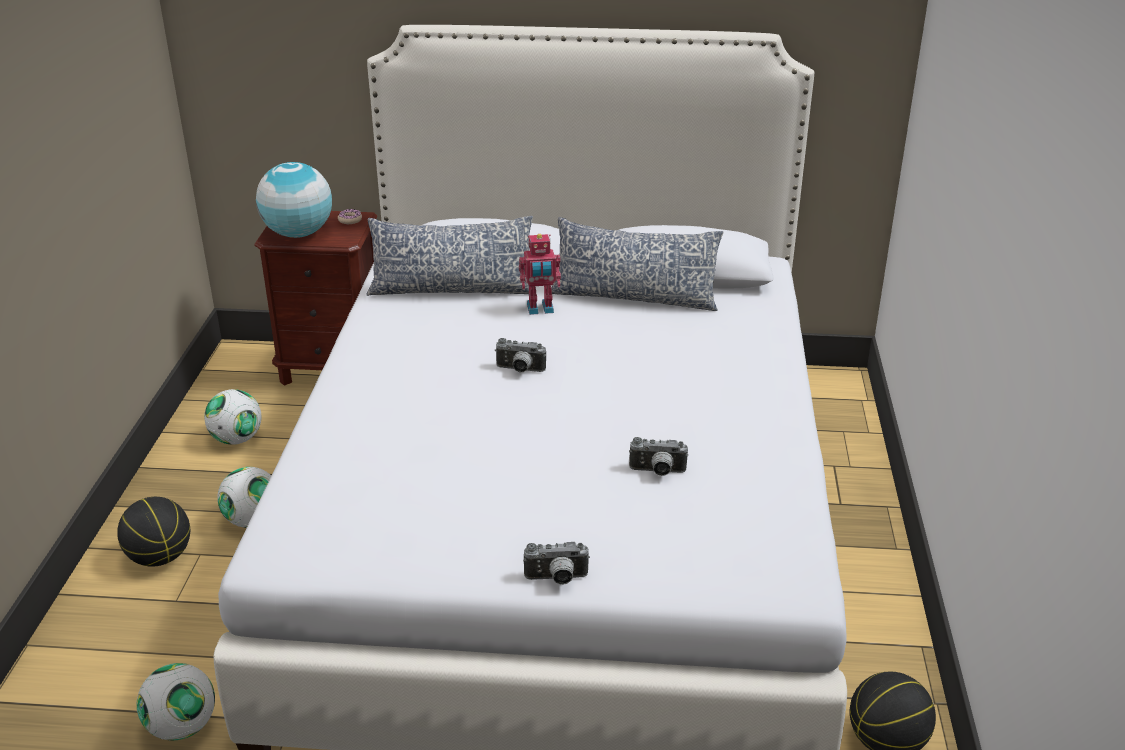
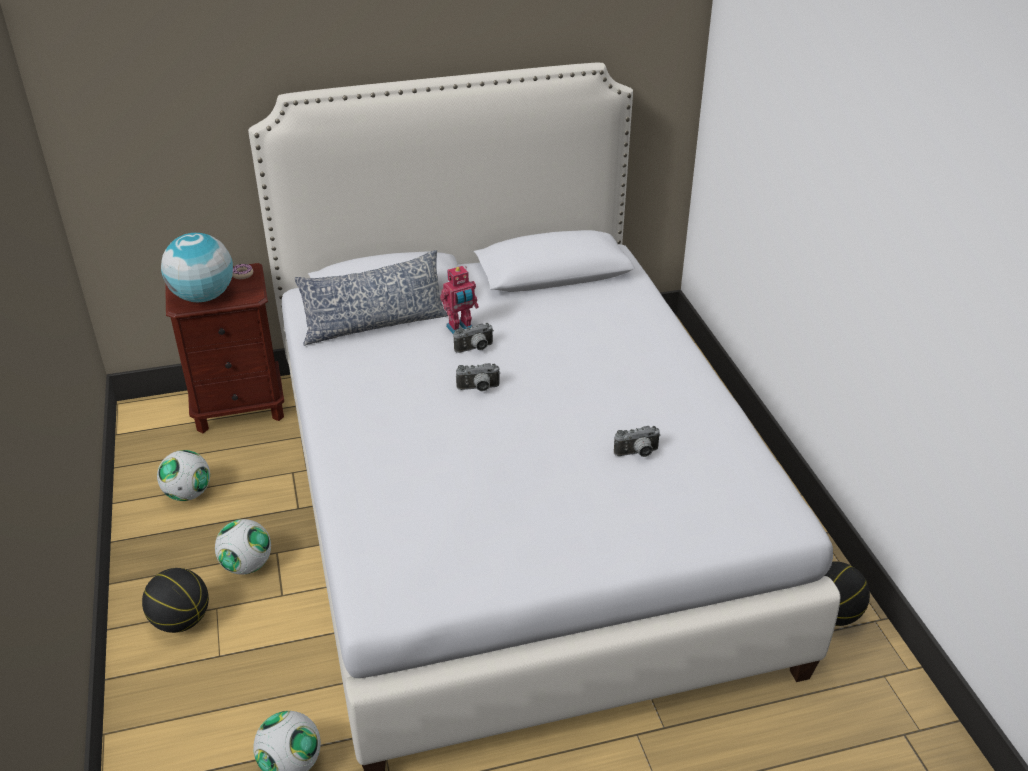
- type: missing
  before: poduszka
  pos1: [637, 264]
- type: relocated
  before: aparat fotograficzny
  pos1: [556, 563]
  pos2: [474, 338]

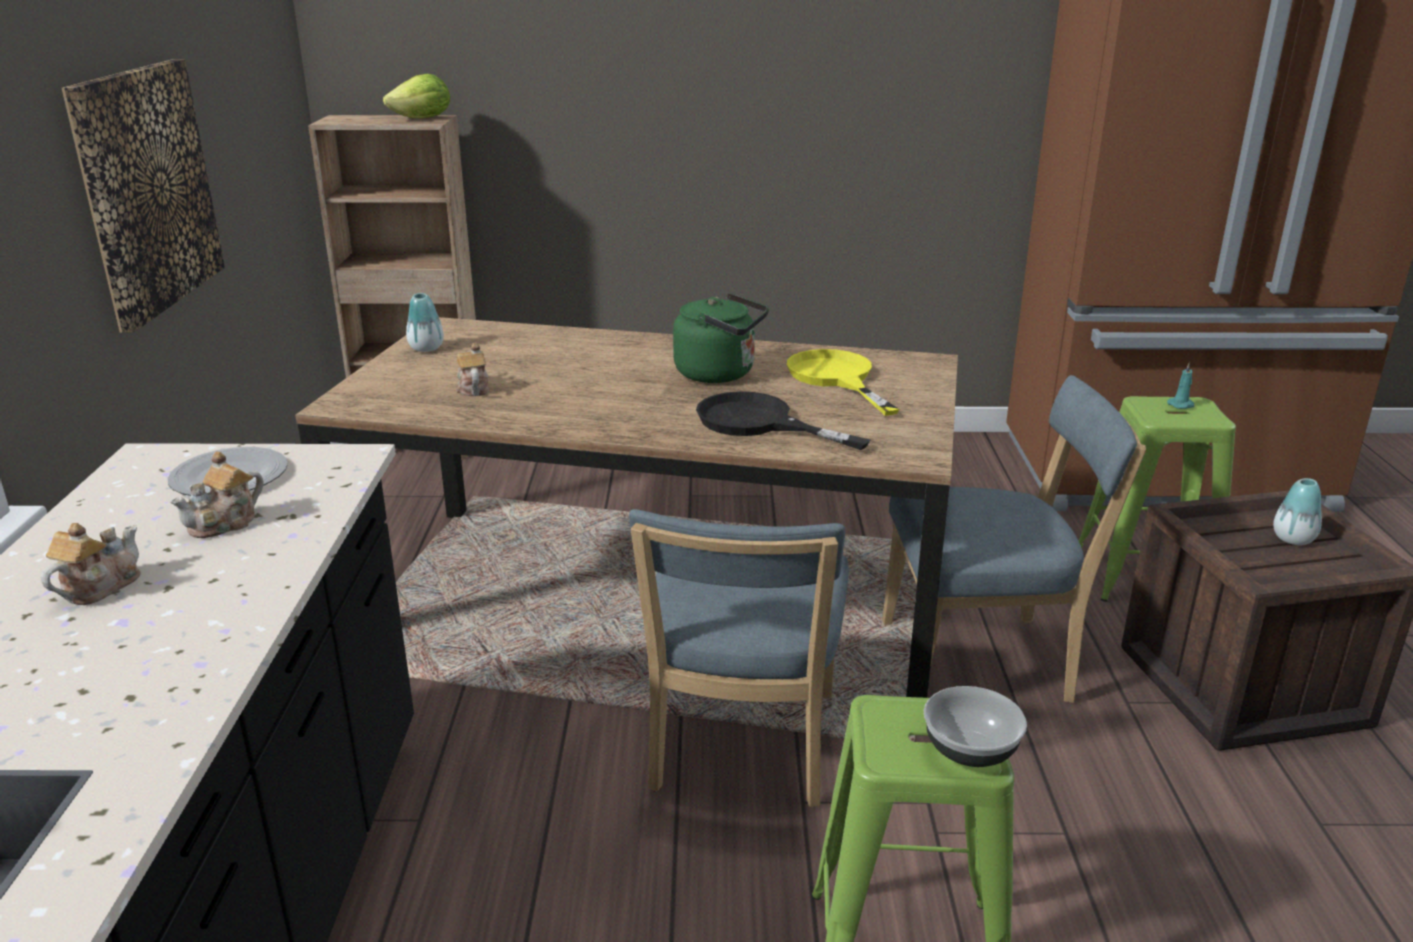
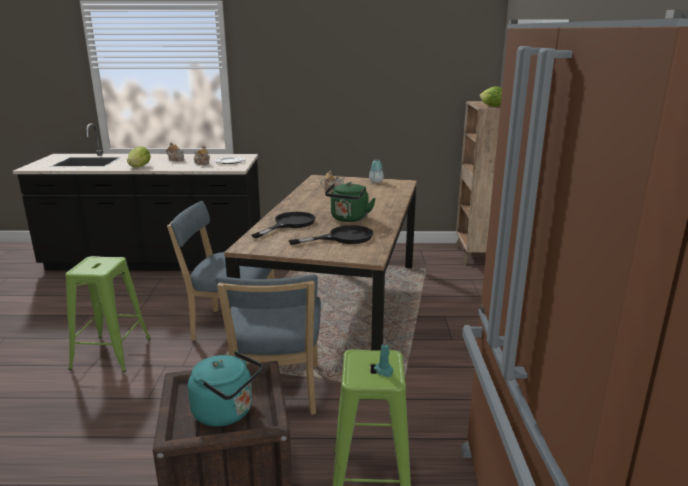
- type: missing
  before: obraz
  pos1: [143, 196]
- type: missing
  before: miska
  pos1: [975, 726]
- type: appeared
  after: sałata
  pos2: [139, 156]
- type: exchanged
  before: wazon
  after: czajnik (turkusowy)
  pos1: [1297, 511]
  pos2: [225, 389]
- type: colour
  before: patelnia (żółty)
  after: patelnia (czarny)
  pos1: [843, 382]
  pos2: [331, 235]

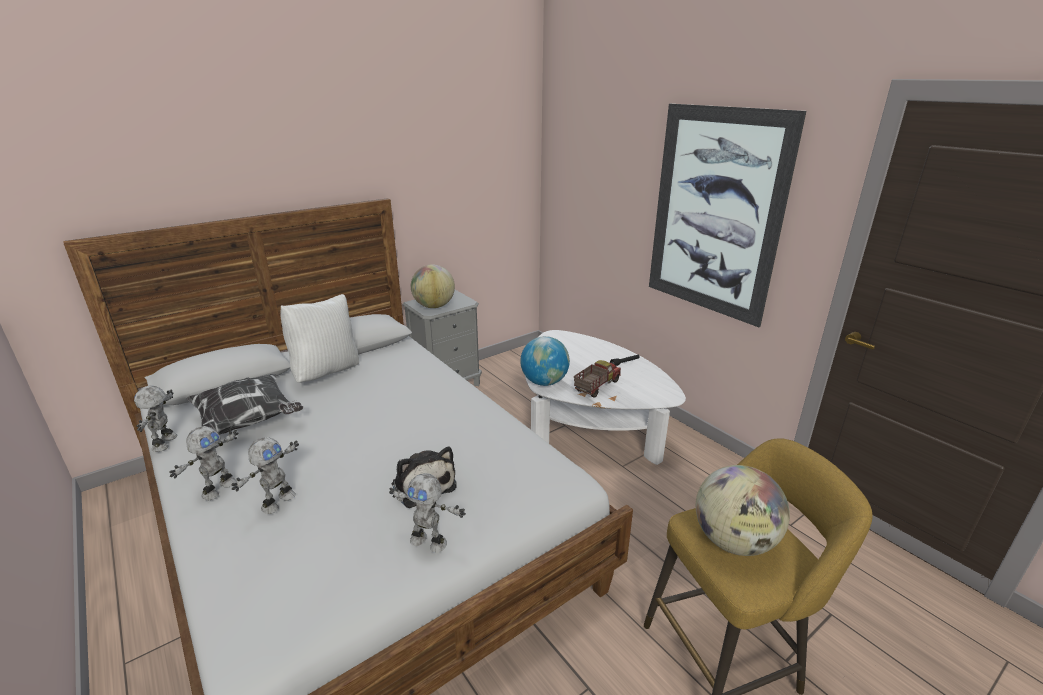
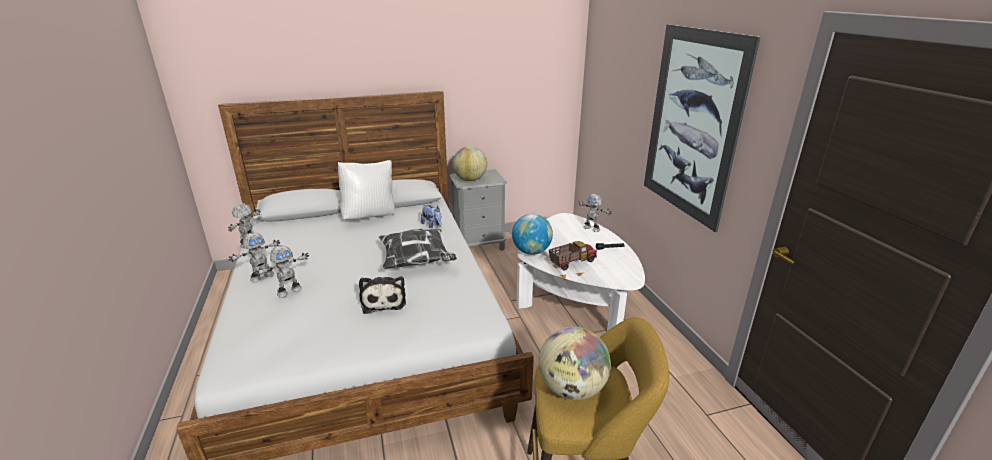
- type: appeared
  after: pluszak
  pos2: [431, 216]
- type: relocated
  before: poduszka
  pos1: [244, 404]
  pos2: [418, 249]
- type: relocated
  before: robot zabawkowy
  pos1: [427, 513]
  pos2: [595, 213]

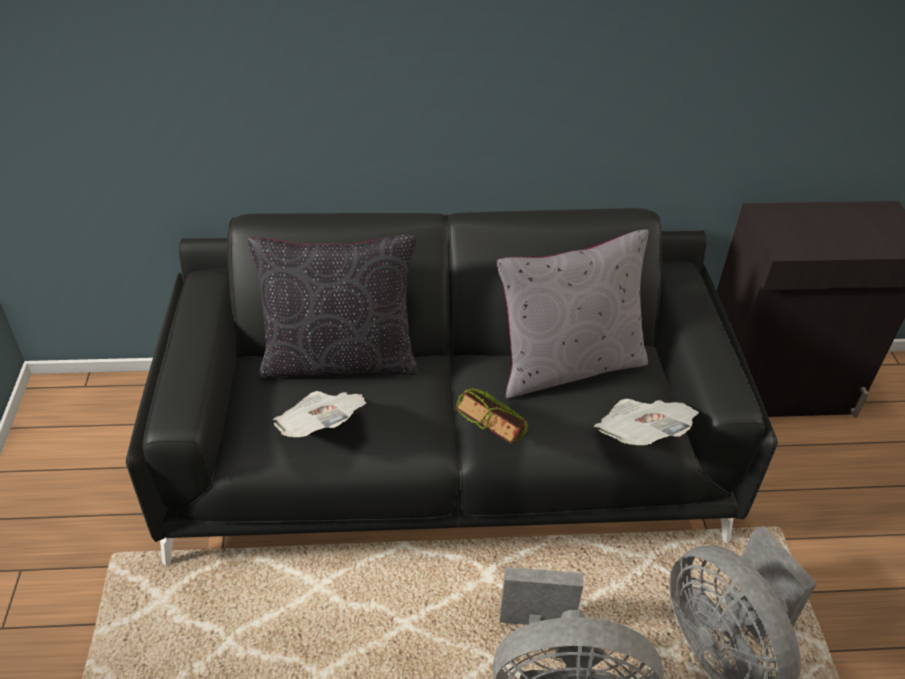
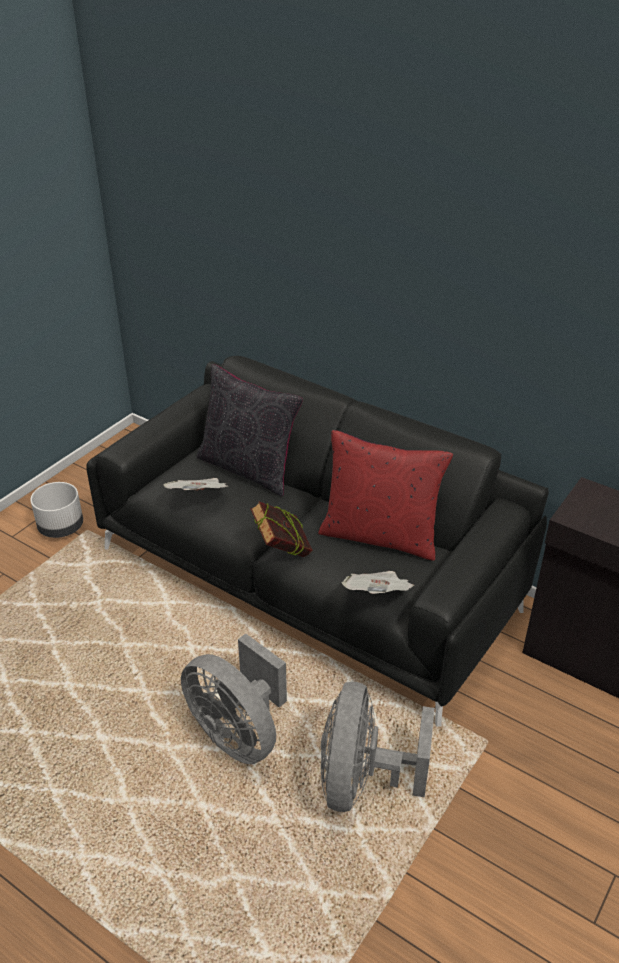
- type: appeared
  after: donica (biały)
  pos2: [56, 510]
- type: colour
  before: poduszka (szary)
  after: poduszka (czerwony)
  pos1: [572, 314]
  pos2: [385, 495]

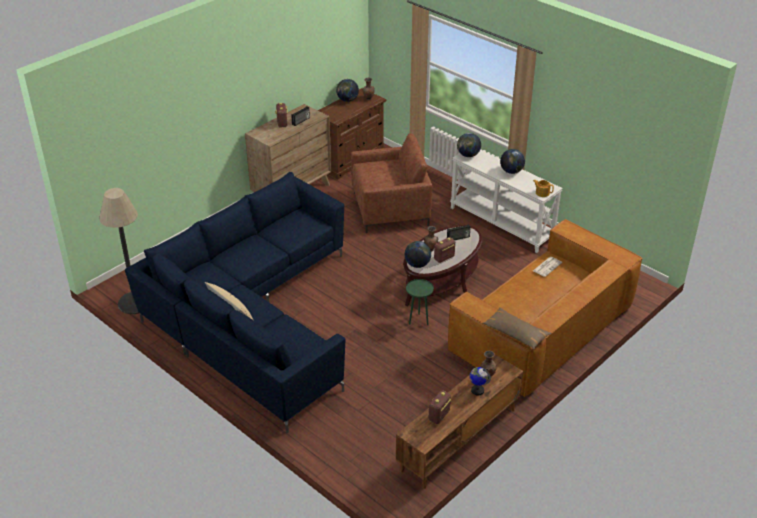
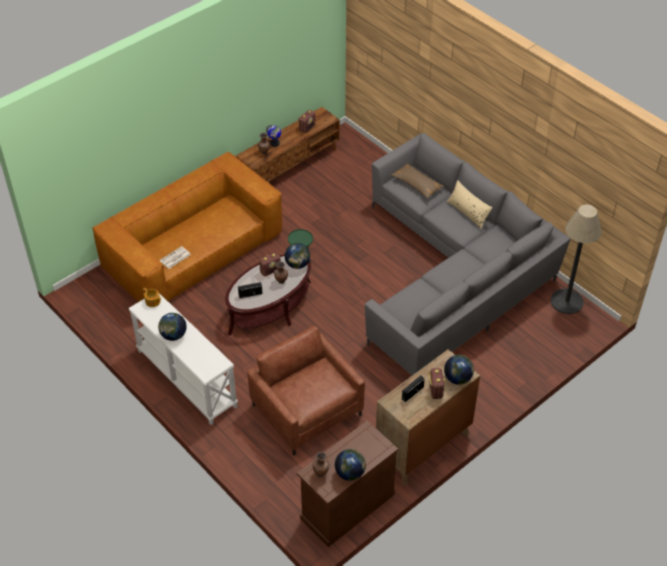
- type: relocated
  before: globus
  pos1: [469, 145]
  pos2: [459, 370]
- type: relocated
  before: poduszka (brązowy)
  pos1: [517, 328]
  pos2: [417, 181]
- type: colour
  before: kanapa (niebieski)
  after: kanapa (szary)
  pos1: [235, 302]
  pos2: [467, 254]
- type: spun
  before: fotel (brązowy)
  pos1: [391, 183]
  pos2: [306, 391]
  turn: 60

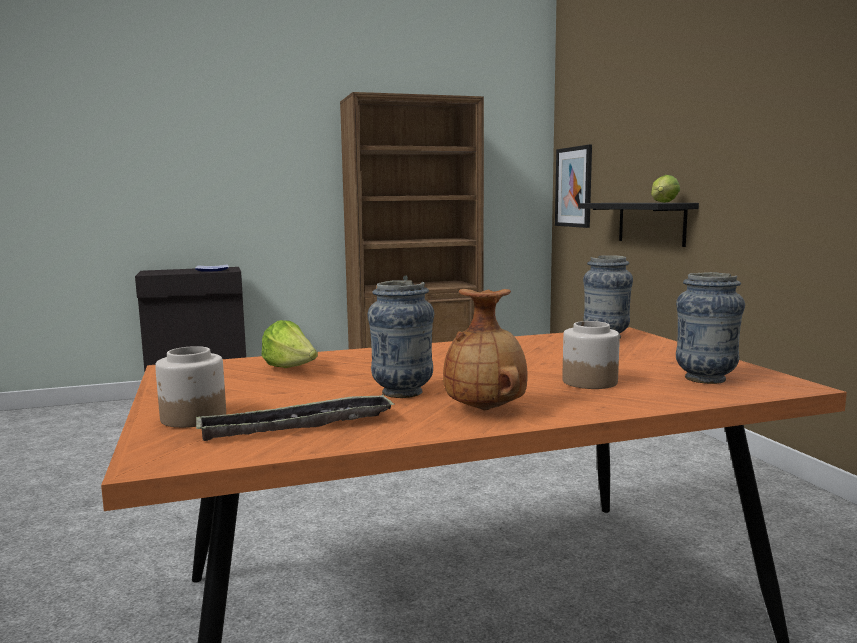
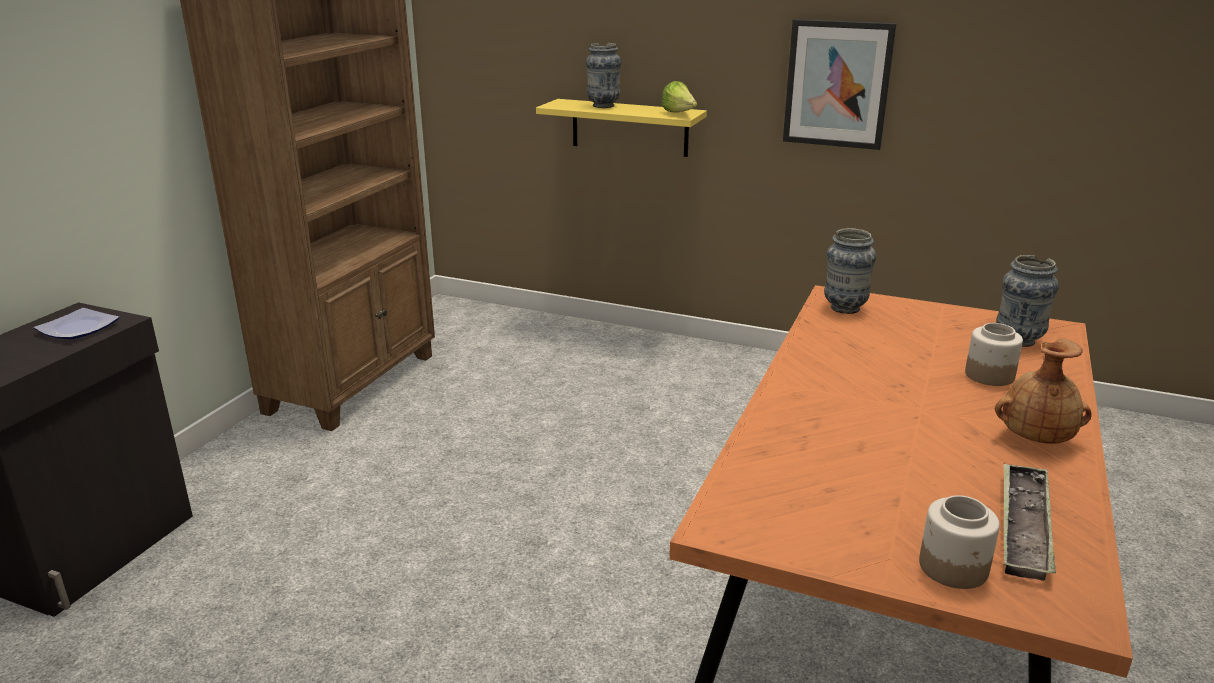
- type: missing
  before: sałata
  pos1: [289, 344]
- type: relocated
  before: wazon
  pos1: [401, 339]
  pos2: [603, 75]
- type: relocated
  before: obraz
  pos1: [573, 186]
  pos2: [840, 84]
- type: colour
  before: półka (czarny)
  after: półka (żółty)
  pos1: [638, 225]
  pos2: [621, 128]

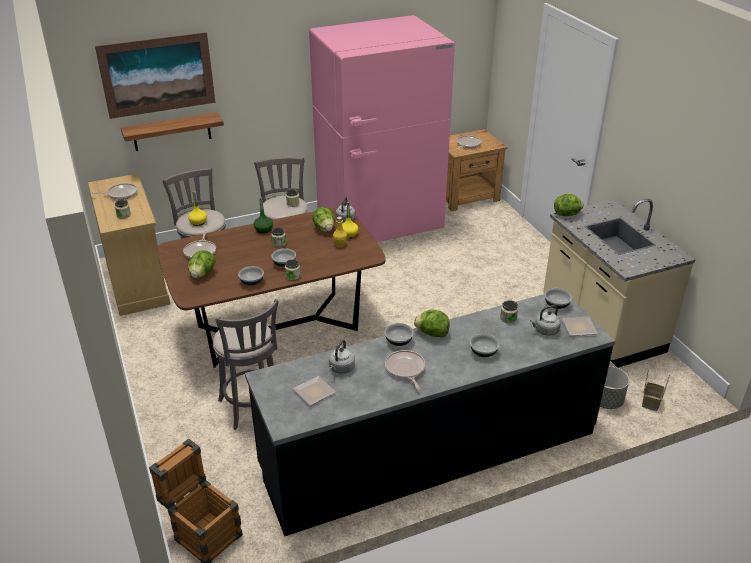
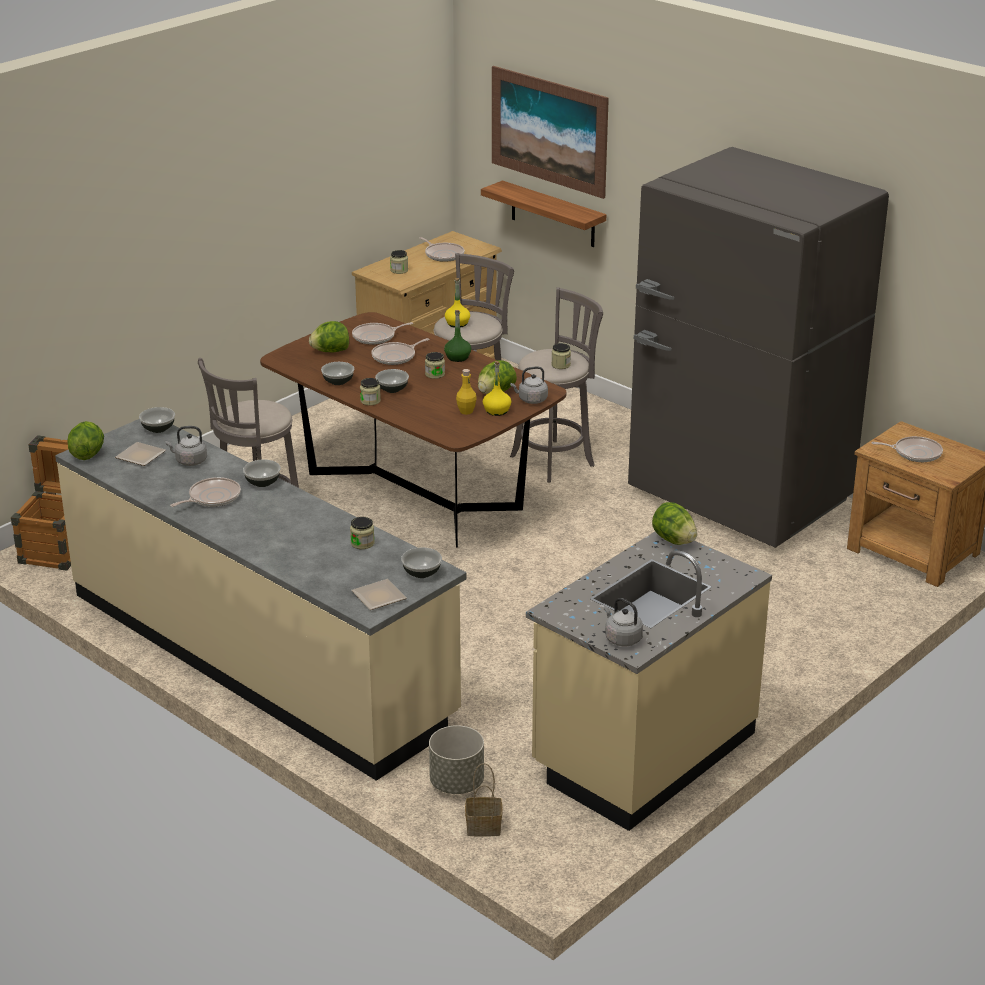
- type: appeared
  after: patelnia
  pos2: [400, 351]
- type: relocated
  before: sałata
  pos1: [432, 324]
  pos2: [85, 440]
- type: relocated
  before: miska
  pos1: [485, 345]
  pos2: [157, 420]
- type: relocated
  before: czajnik (szary)
  pos1: [545, 320]
  pos2: [623, 622]
- type: colour
  before: zabudowa kuchenna (czarny)
  after: zabudowa kuchenna (beżowy)
  pos1: [430, 415]
  pos2: [261, 600]
- type: colour
  before: lodówka (różowy)
  after: lodówka (szary)
  pos1: [382, 128]
  pos2: [758, 347]

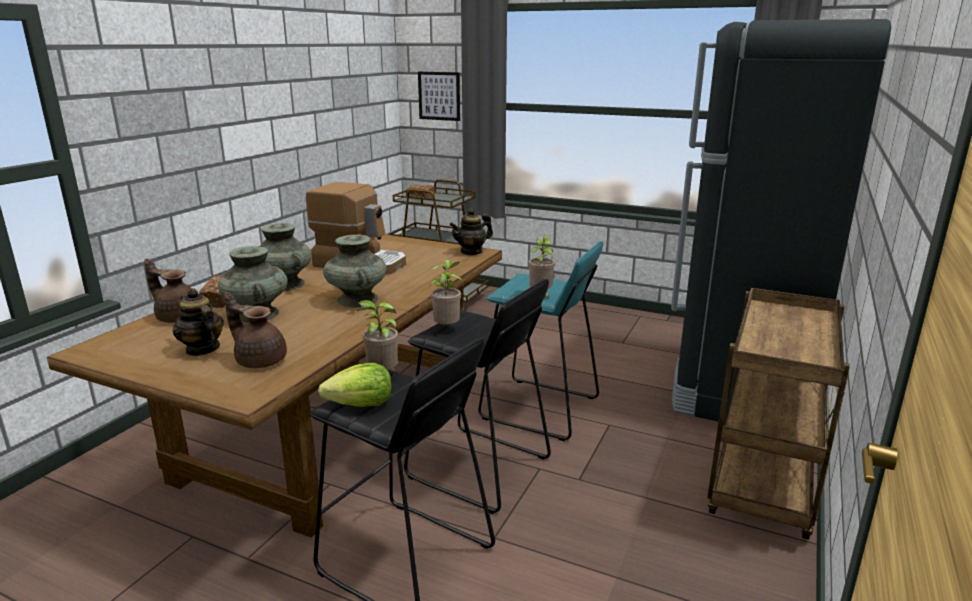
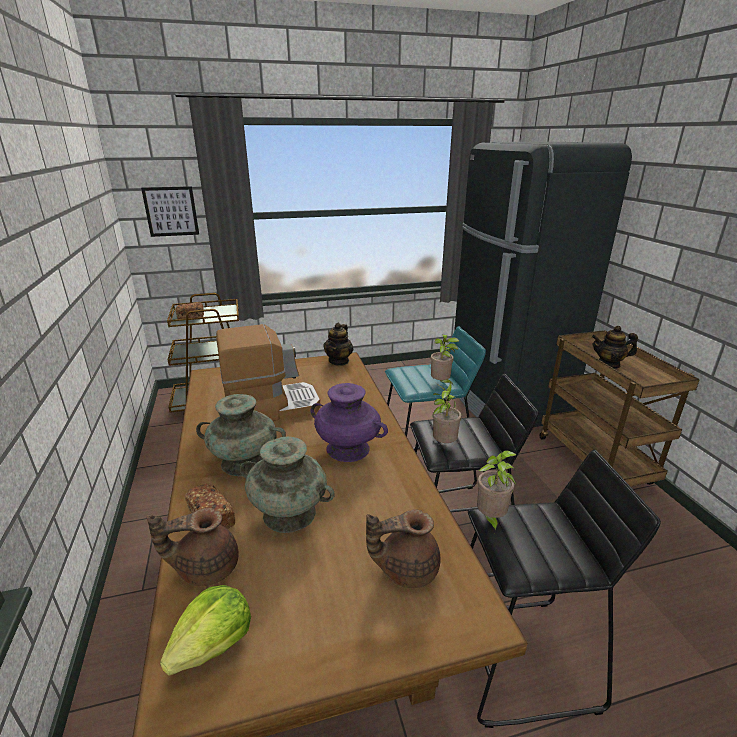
- type: relocated
  before: imbryk
  pos1: [198, 322]
  pos2: [615, 347]
- type: relocated
  before: sałata
  pos1: [354, 385]
  pos2: [205, 630]
- type: colour
  before: wazon (turkusowy)
  after: wazon (fioletowy)
  pos1: [355, 271]
  pos2: [349, 422]

